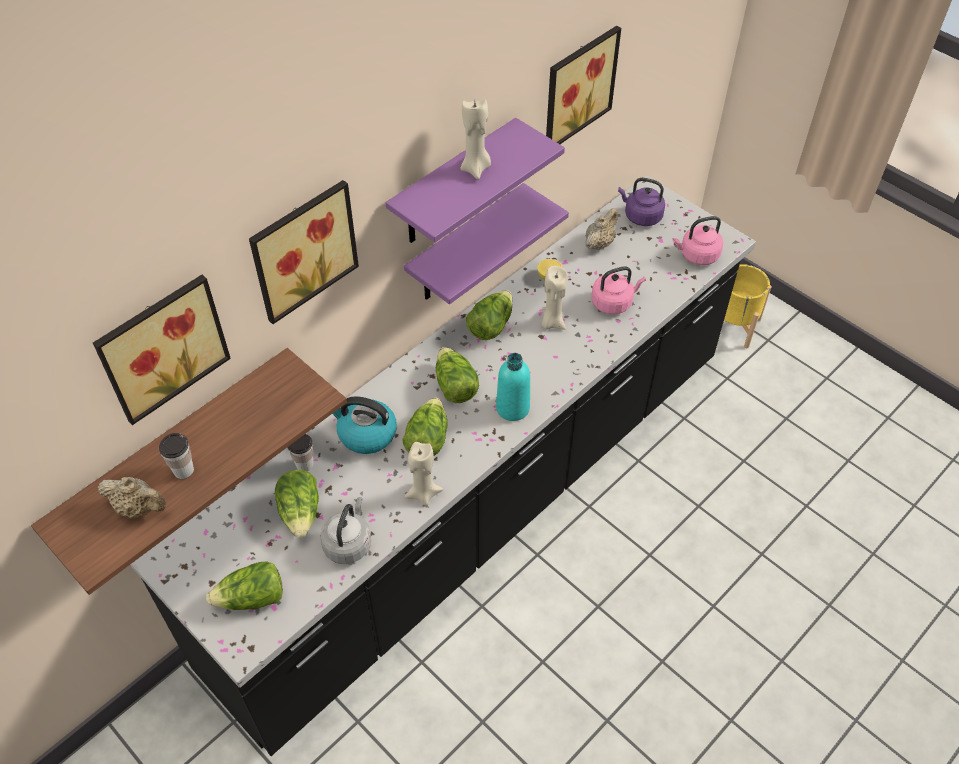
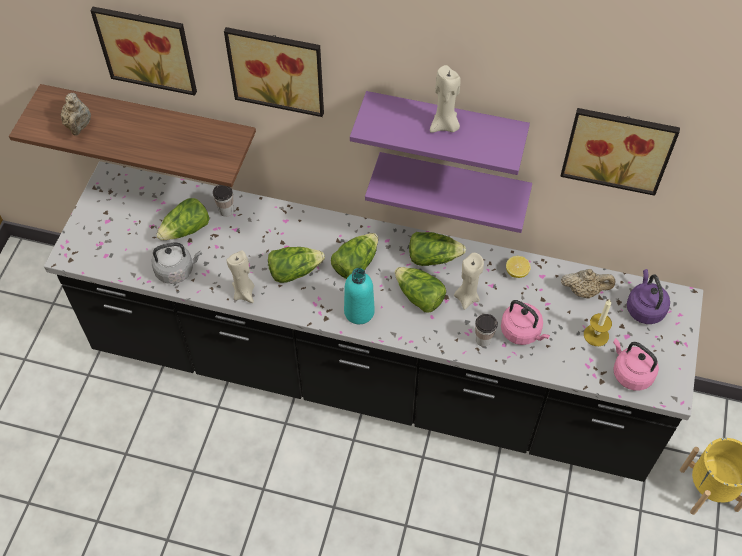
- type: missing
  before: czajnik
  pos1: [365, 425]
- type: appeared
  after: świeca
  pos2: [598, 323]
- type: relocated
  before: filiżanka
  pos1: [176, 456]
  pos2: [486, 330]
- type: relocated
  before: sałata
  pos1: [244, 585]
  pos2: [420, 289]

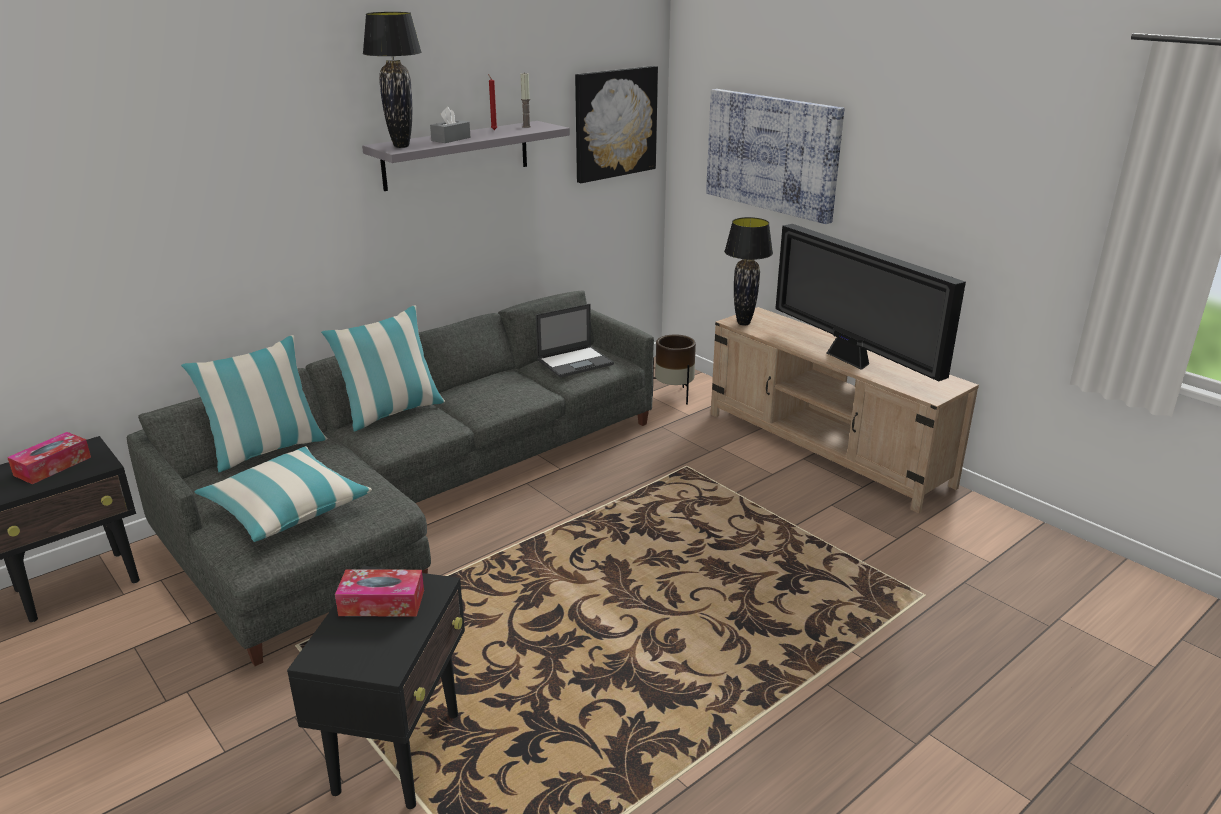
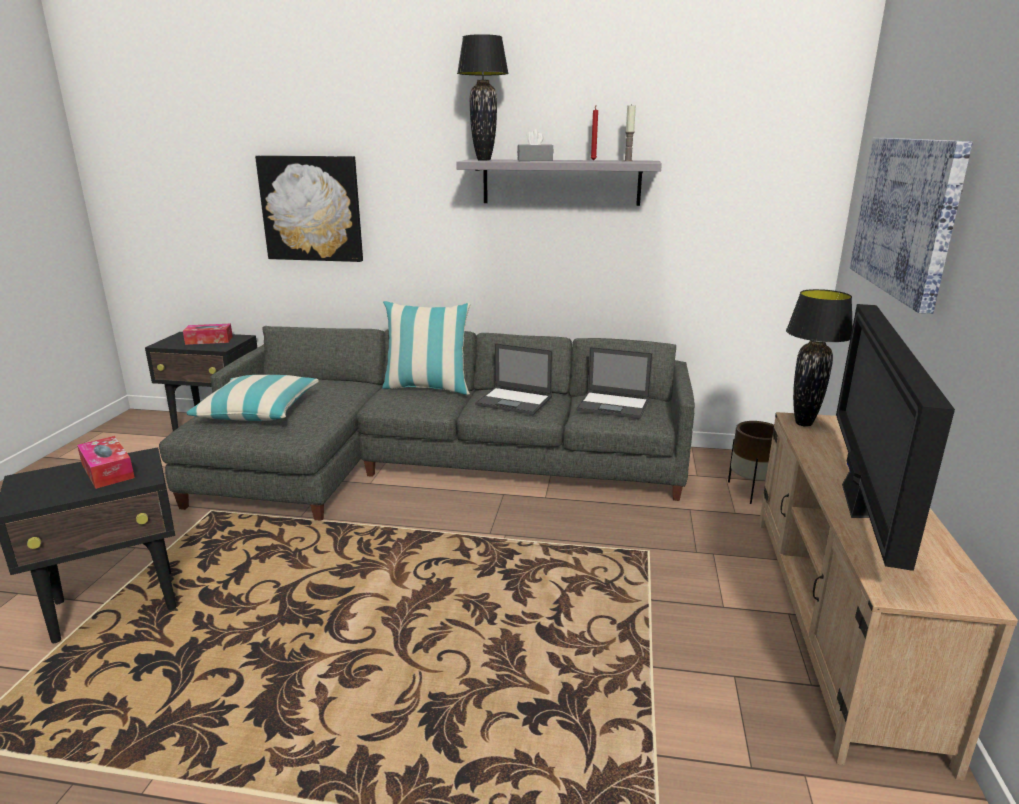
- type: missing
  before: poduszka
  pos1: [254, 403]
- type: appeared
  after: laptop
  pos2: [514, 379]
- type: relocated
  before: obraz
  pos1: [616, 124]
  pos2: [309, 208]

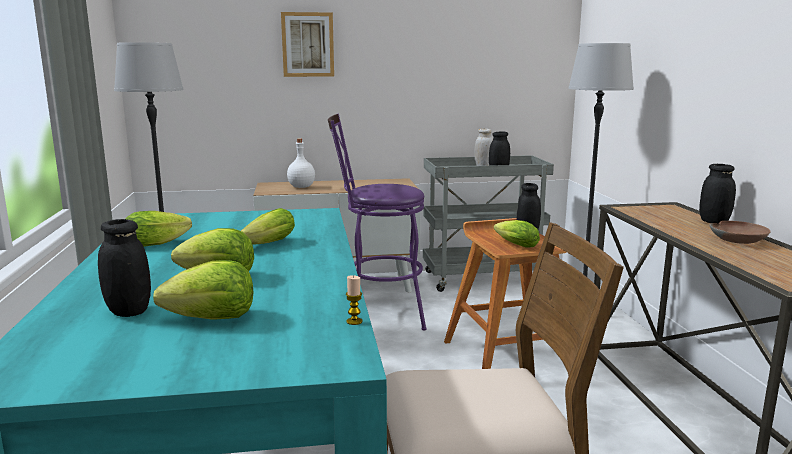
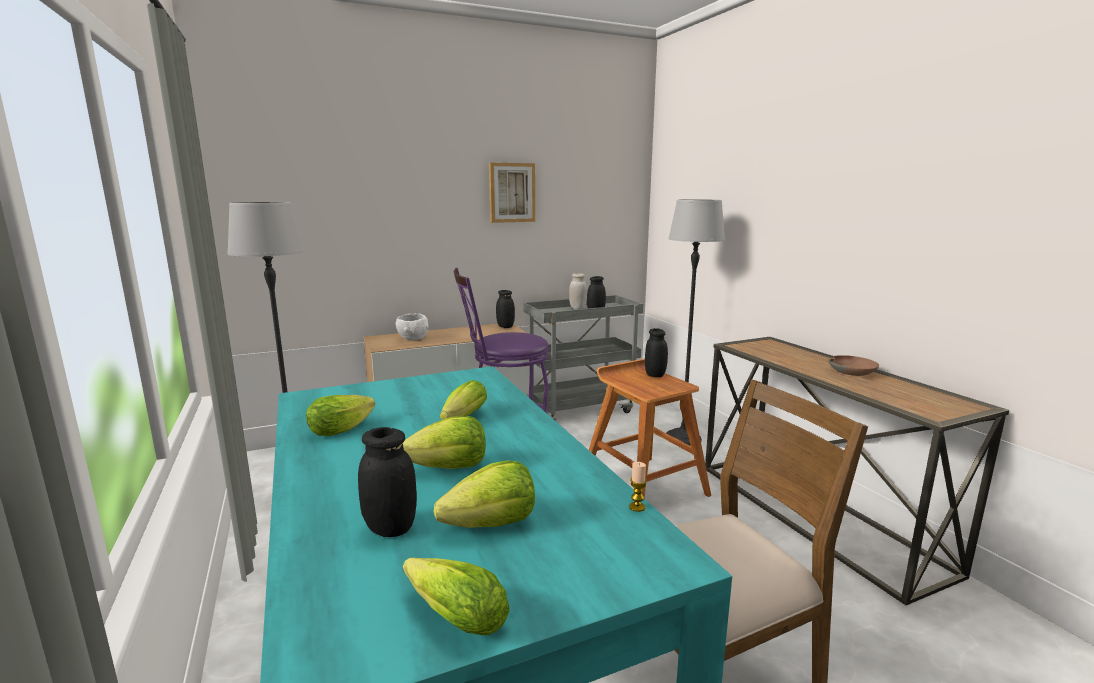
- type: relocated
  before: obraz
  pos1: [307, 44]
  pos2: [512, 193]
- type: relocated
  before: sałata
  pos1: [517, 234]
  pos2: [456, 596]
- type: relocated
  before: słoik (czarny)
  pos1: [717, 193]
  pos2: [505, 309]
- type: exchanged
  before: butelka (biały)
  after: miska (biały)
  pos1: [301, 163]
  pos2: [412, 326]

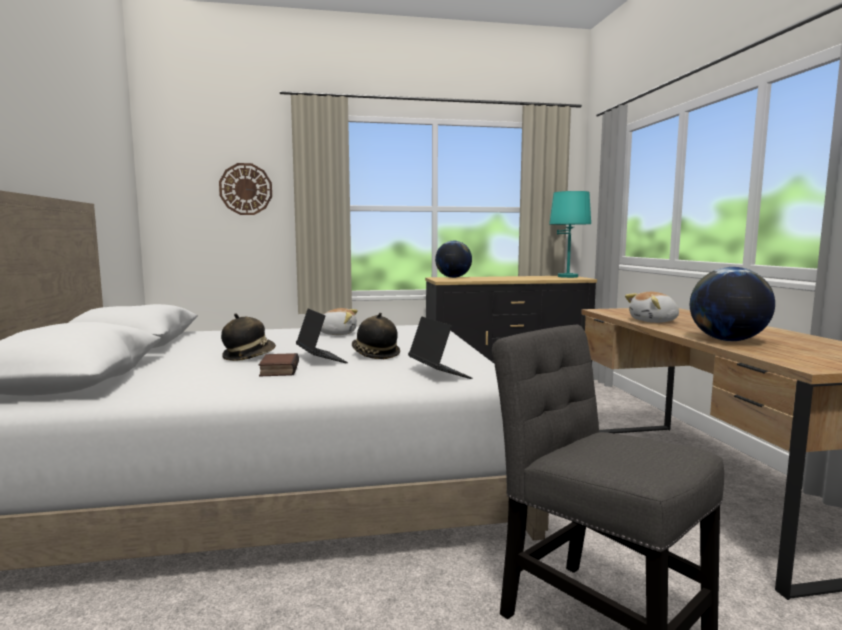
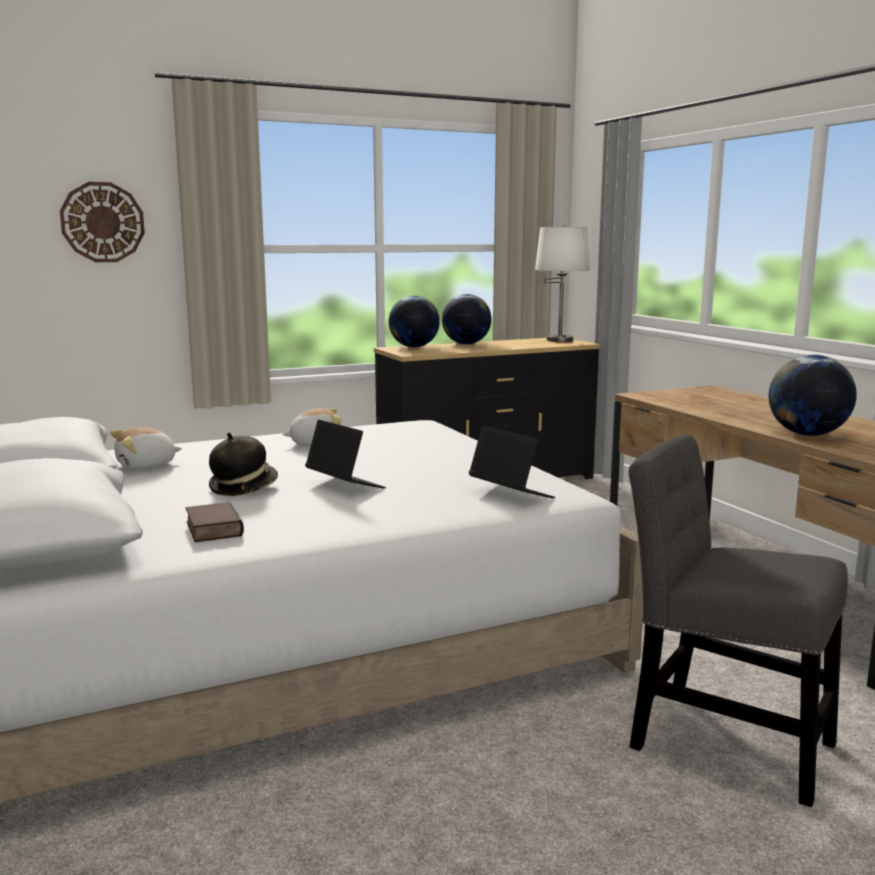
- type: missing
  before: kapelusz
  pos1: [376, 336]
- type: appeared
  after: globus
  pos2: [467, 319]
- type: relocated
  before: książka
  pos1: [279, 364]
  pos2: [215, 522]
- type: relocated
  before: pluszak
  pos1: [652, 307]
  pos2: [146, 448]
- type: colour
  before: lampa stołowa (turkusowy)
  after: lampa stołowa (biały)
  pos1: [570, 234]
  pos2: [562, 284]

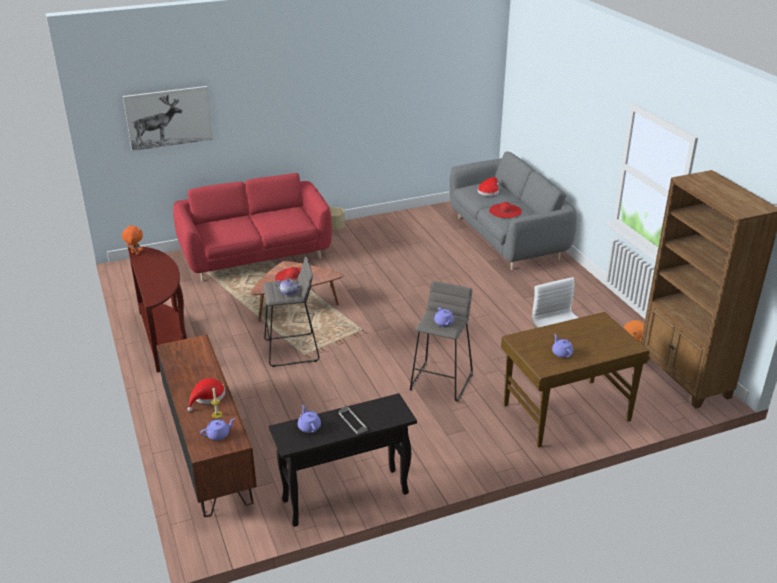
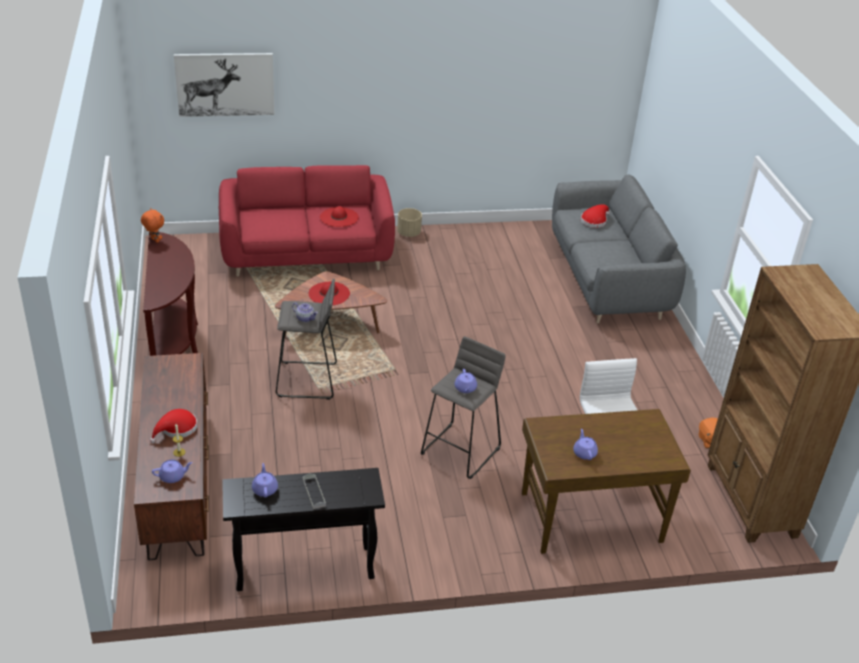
- type: relocated
  before: kapelusz (czerwony)
  pos1: [505, 210]
  pos2: [339, 216]

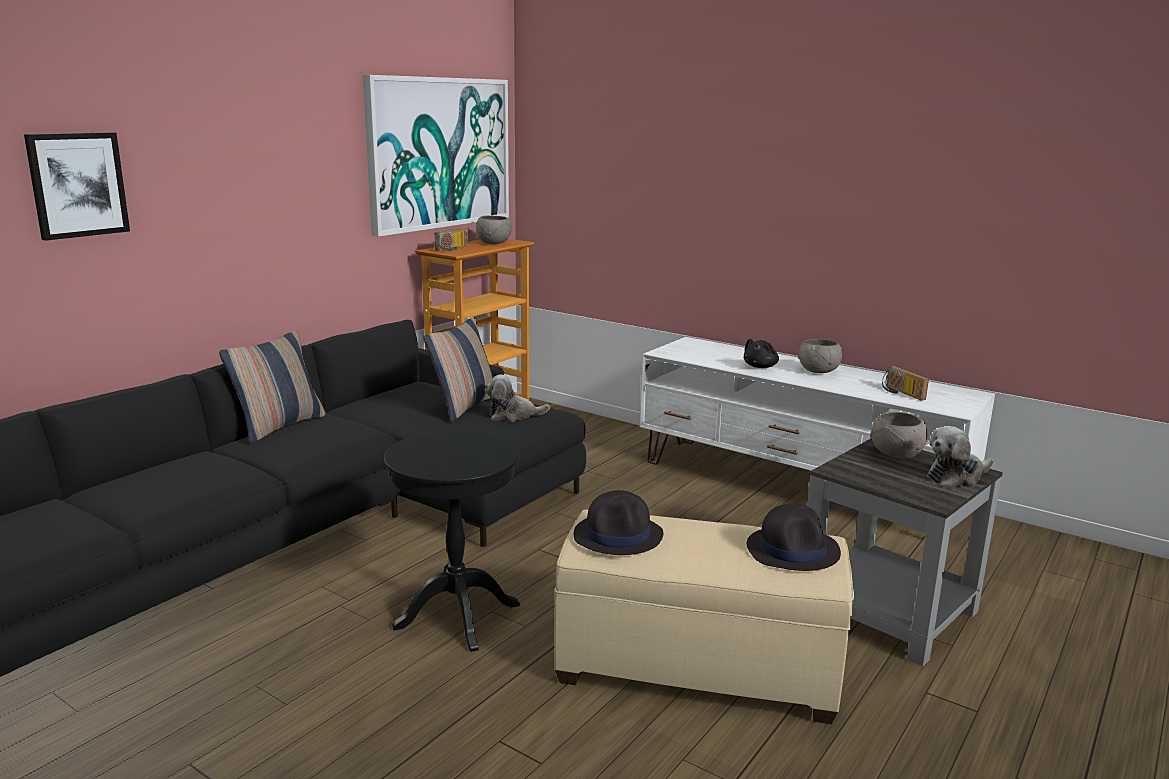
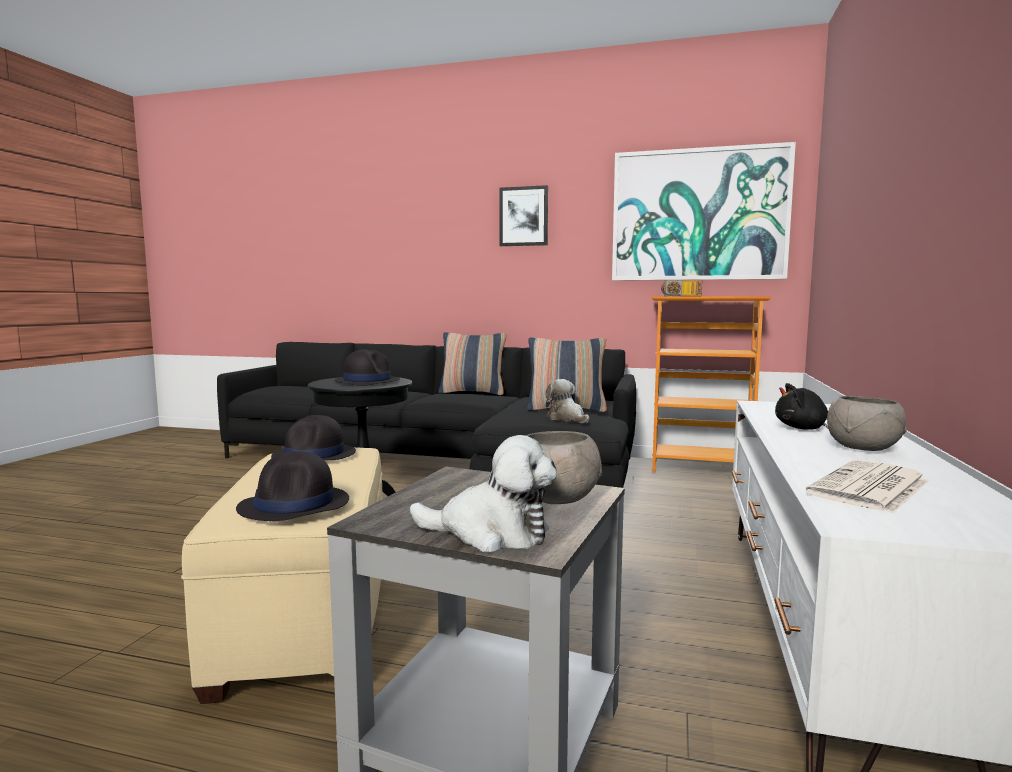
- type: missing
  before: miska (szary)
  pos1: [494, 229]
- type: appeared
  after: kapelusz (czarny)
  pos2: [367, 367]
- type: relocated
  before: obraz
  pos1: [77, 186]
  pos2: [523, 215]
- type: exchanged
  before: radio
  after: gazeta
  pos1: [905, 383]
  pos2: [867, 486]
- type: spun
  before: pluszak
  pos1: [960, 457]
  pos2: [483, 493]
  turn: 150

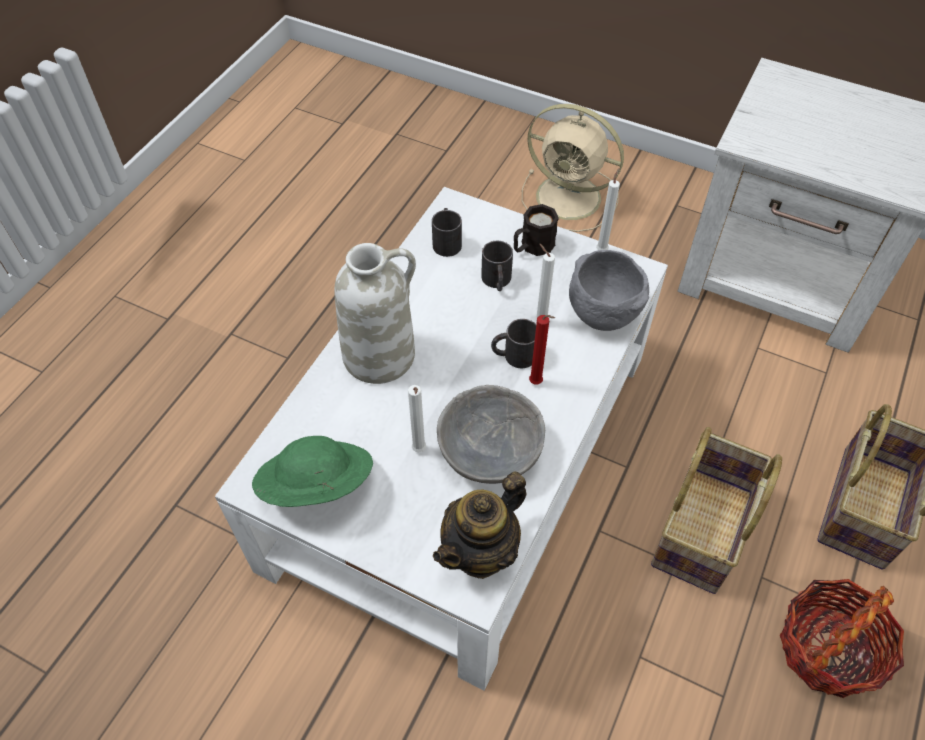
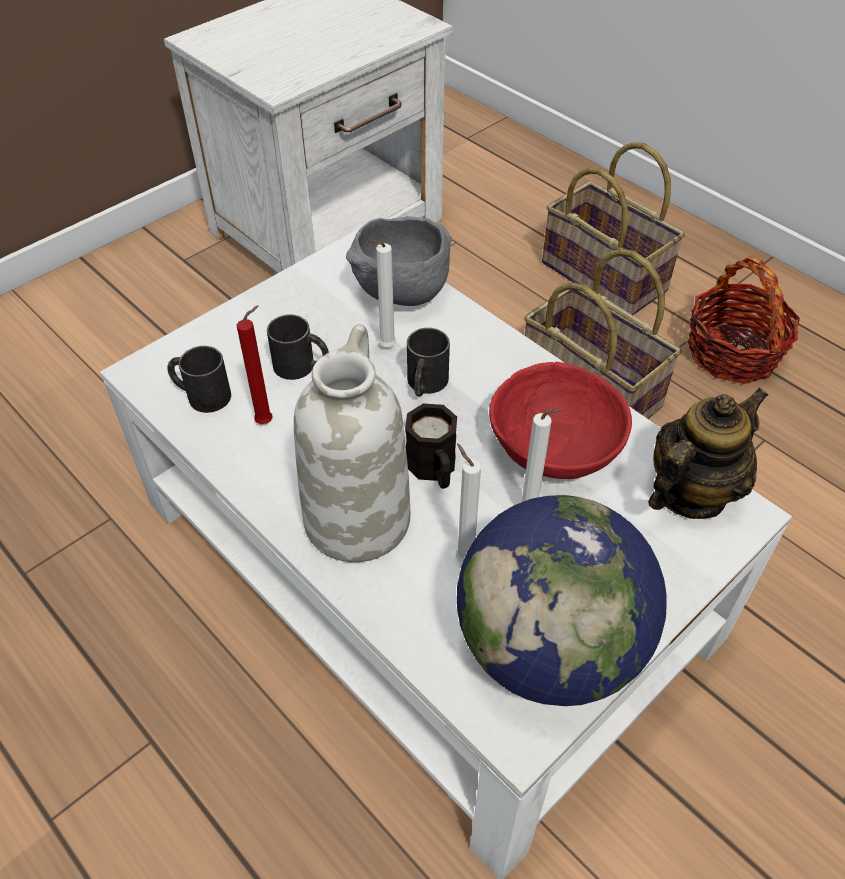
- type: missing
  before: wentylator (beżowy)
  pos1: [573, 168]
- type: relocated
  before: kubek (czarny)
  pos1: [536, 230]
  pos2: [431, 446]
- type: relocated
  before: świeca (czerwony)
  pos1: [542, 350]
  pos2: [255, 365]
- type: relocated
  before: świeca (biały)
  pos1: [608, 209]
  pos2: [468, 503]
- type: exchanged
  before: kapelusz (zielony)
  after: globus
  pos1: [312, 471]
  pos2: [562, 600]
- type: colour
  before: miska (szary)
  after: miska (czerwony)
  pos1: [491, 434]
  pos2: [560, 420]
- type: spun
  before: imbryk
  pos1: [480, 525]
  pos2: [708, 453]
  turn: -105

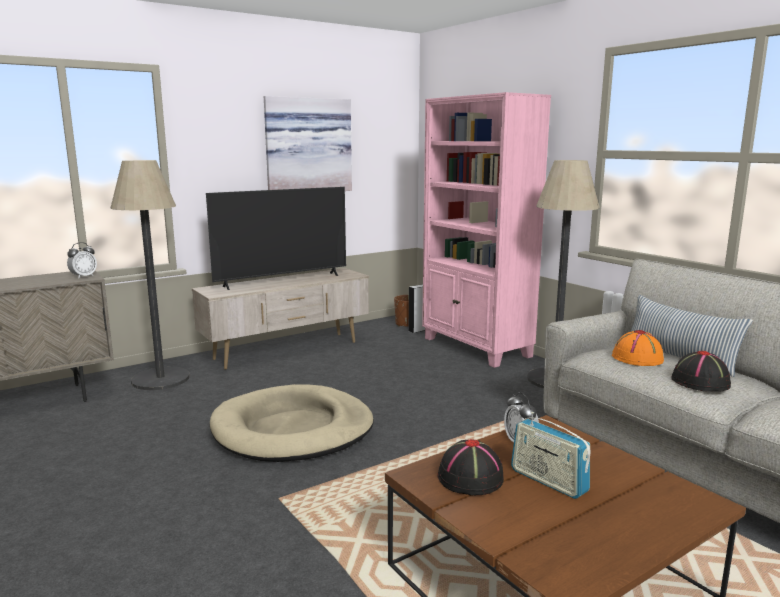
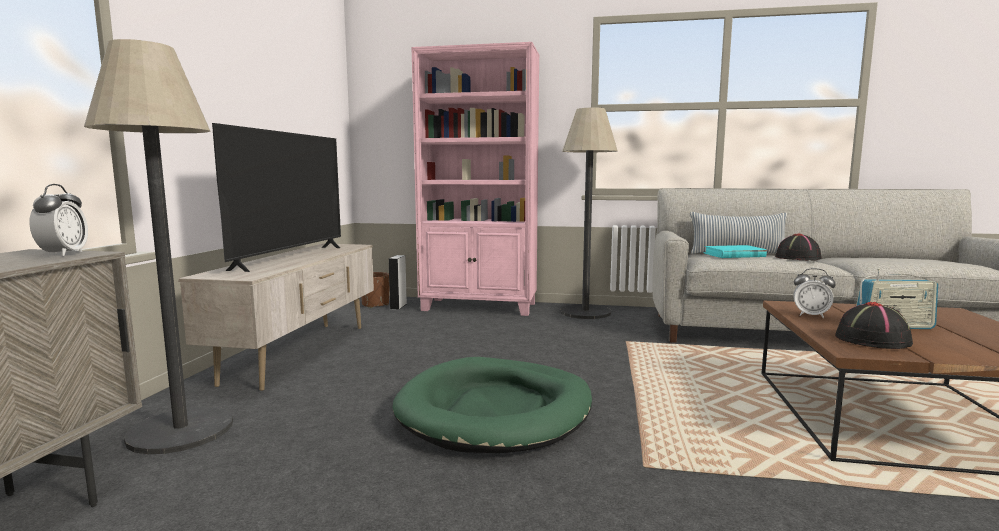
- type: missing
  before: obraz
  pos1: [308, 143]
- type: exchanged
  before: kapelusz (pomarańczowy)
  after: książka (turkusowy)
  pos1: [638, 348]
  pos2: [735, 251]
- type: colour
  before: legowisko (beżowy)
  after: legowisko (zielony)
  pos1: [292, 423]
  pos2: [492, 405]

